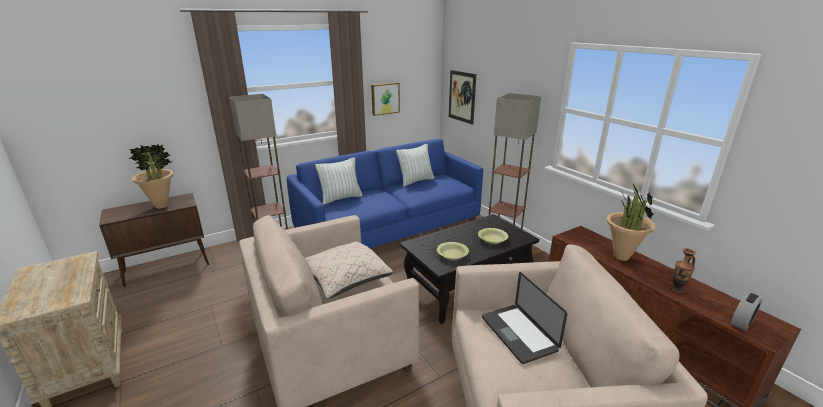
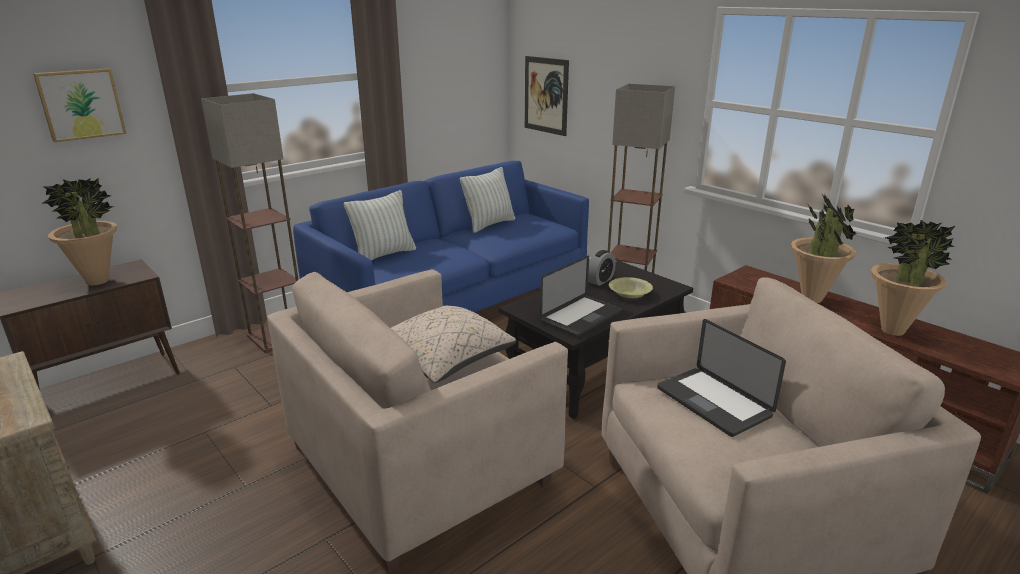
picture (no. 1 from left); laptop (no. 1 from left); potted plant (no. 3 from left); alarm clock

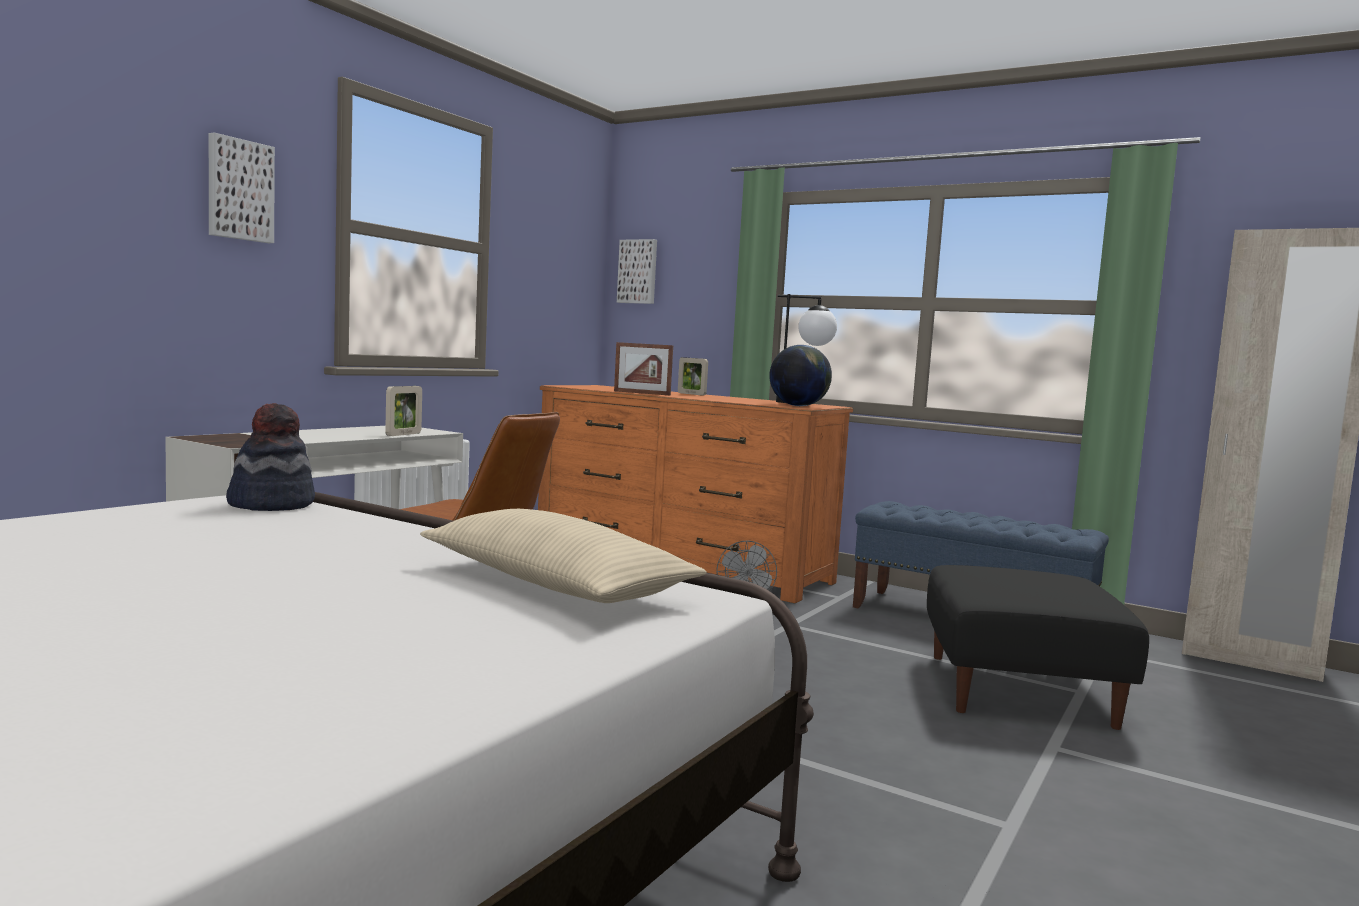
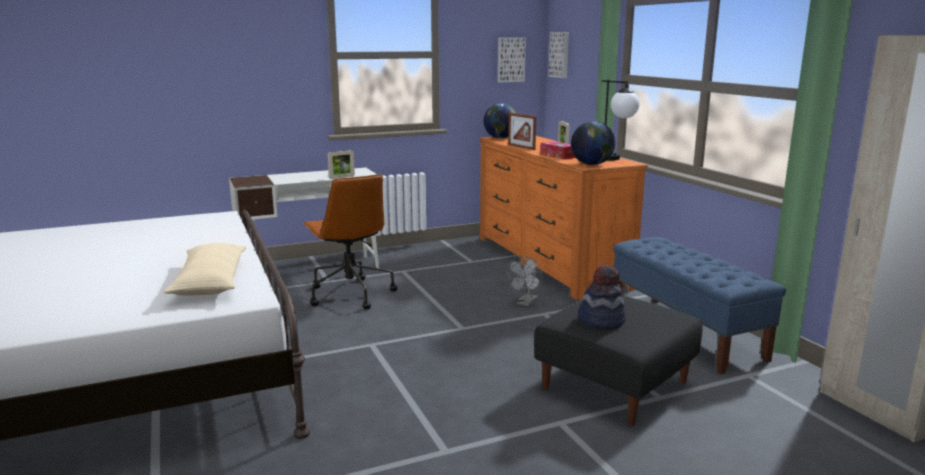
picture (no. 1 from left); hat; globe (no. 1 from left); tissue box

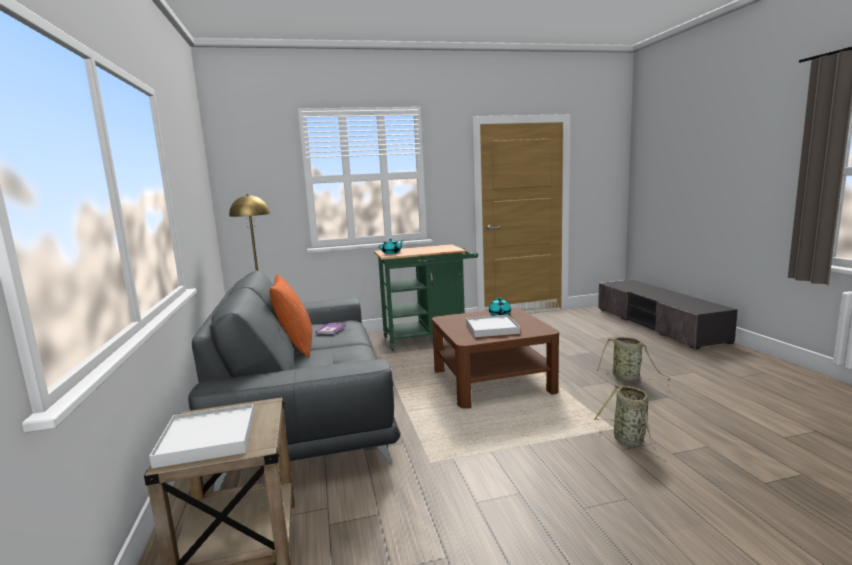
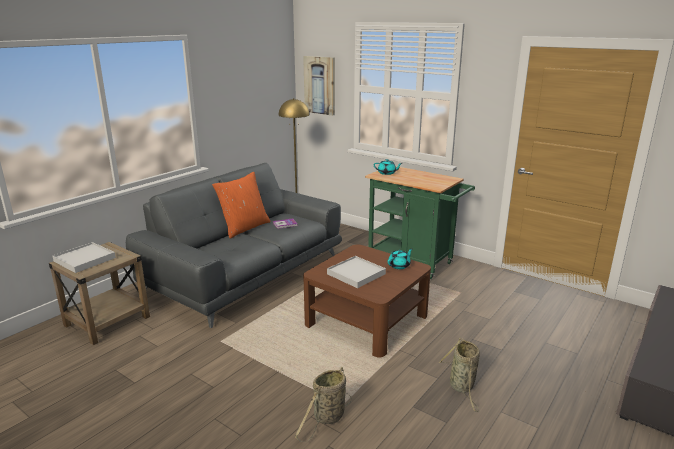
picture

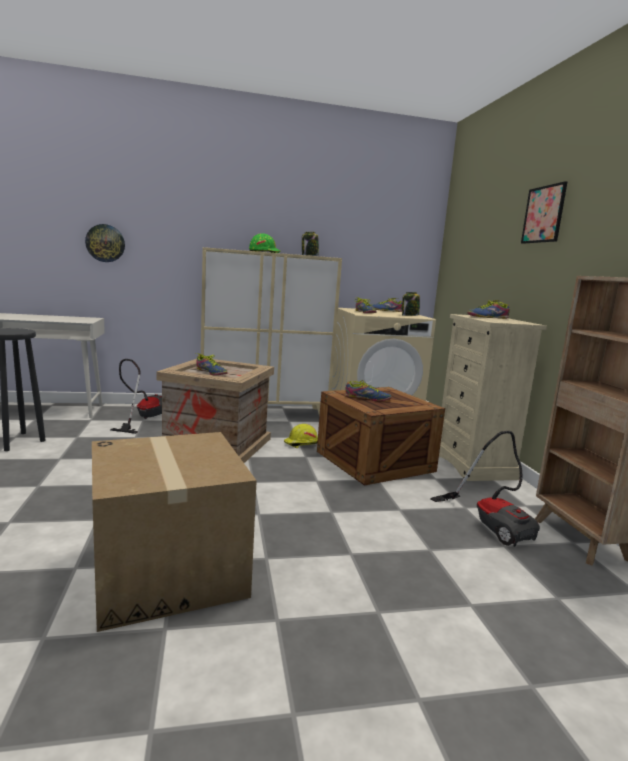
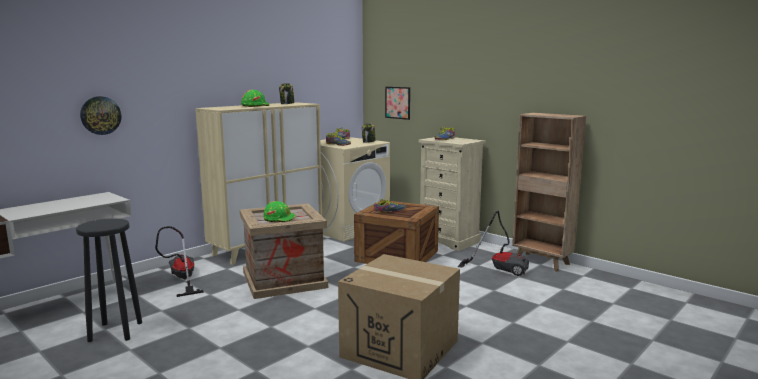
picture; hard hat in green (no. 2 from left); hard hat in yellow

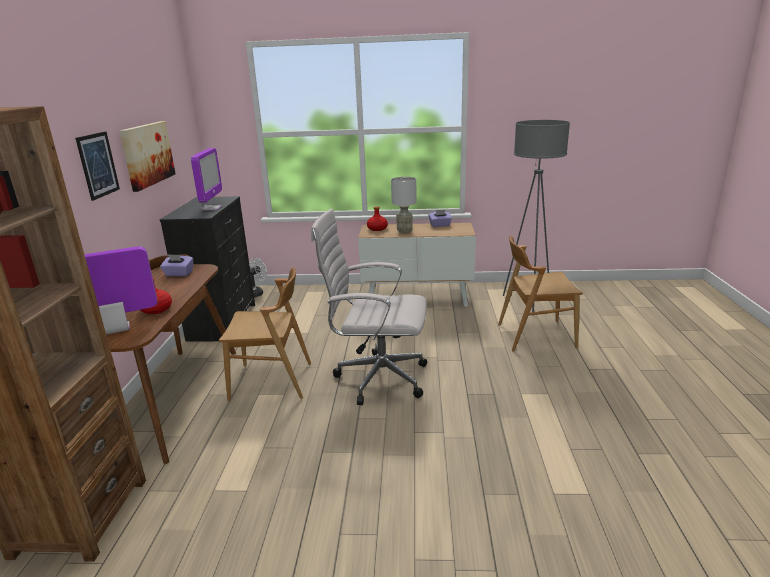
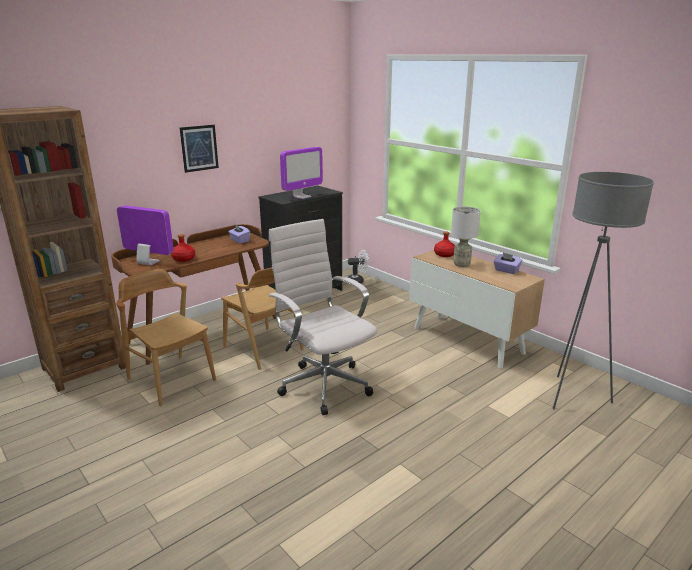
picture (no. 2 from left in the first image); chair in brown (no. 1 from left)

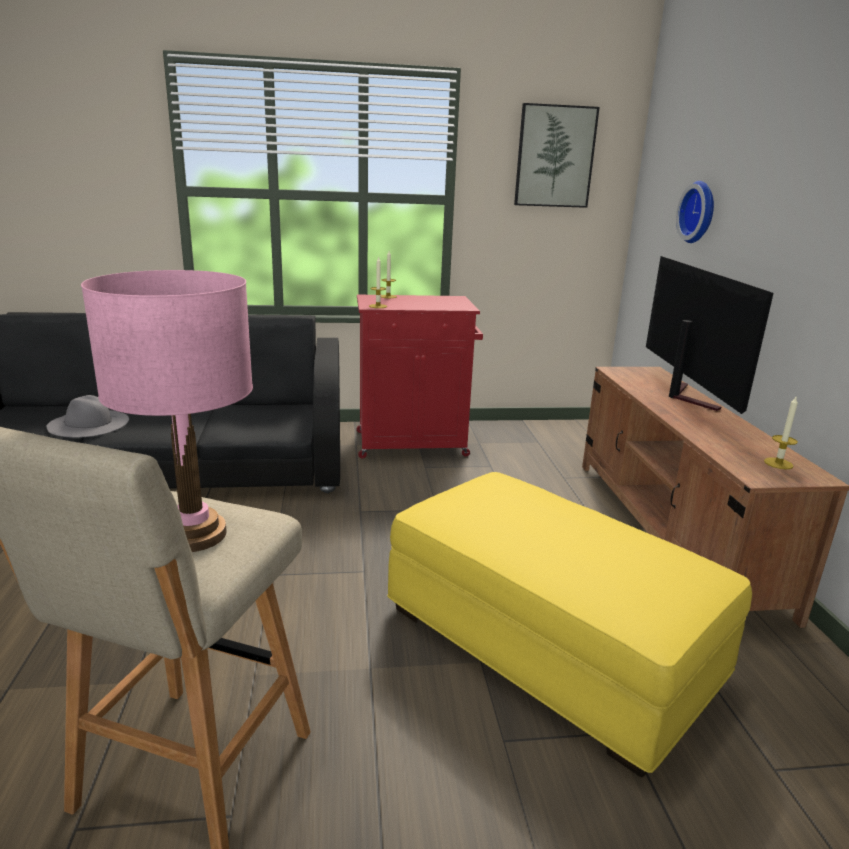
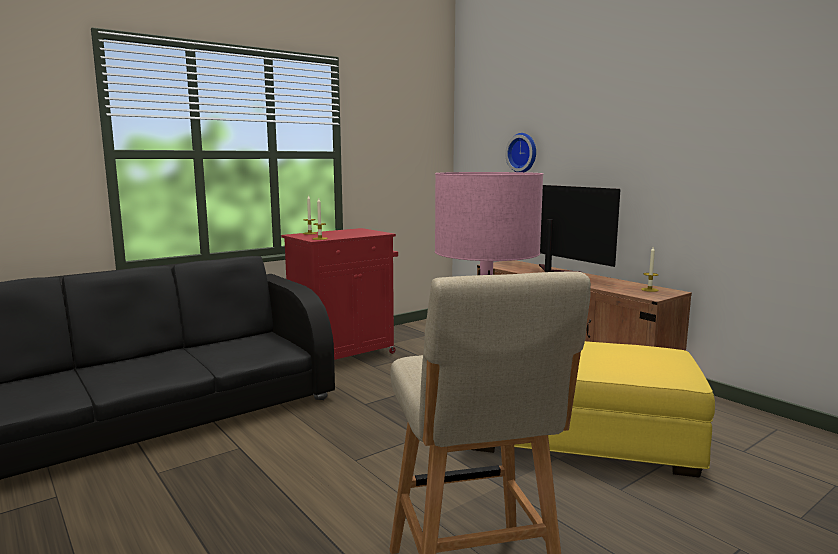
picture; hat in grey

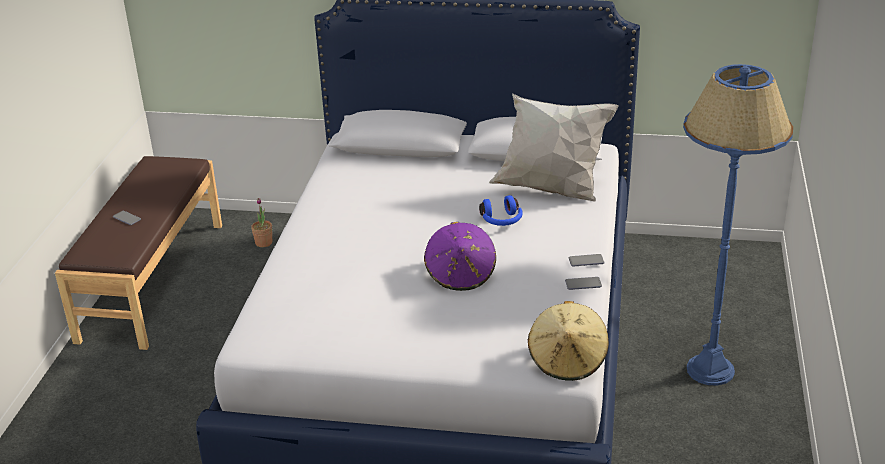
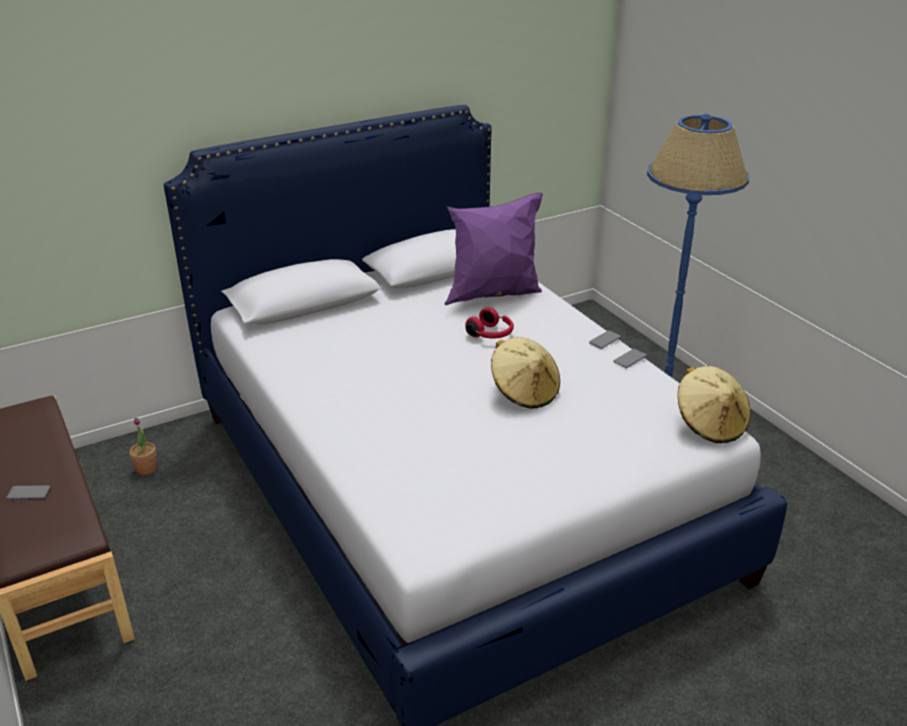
pillow in purple; headphones in red; hat in beige (no. 1 from left)

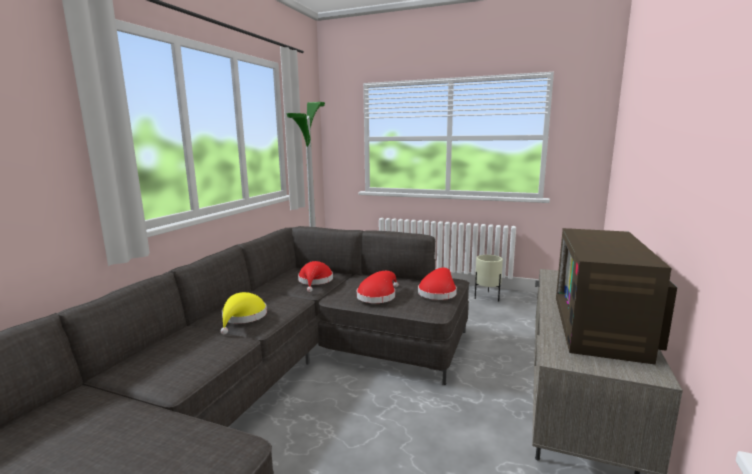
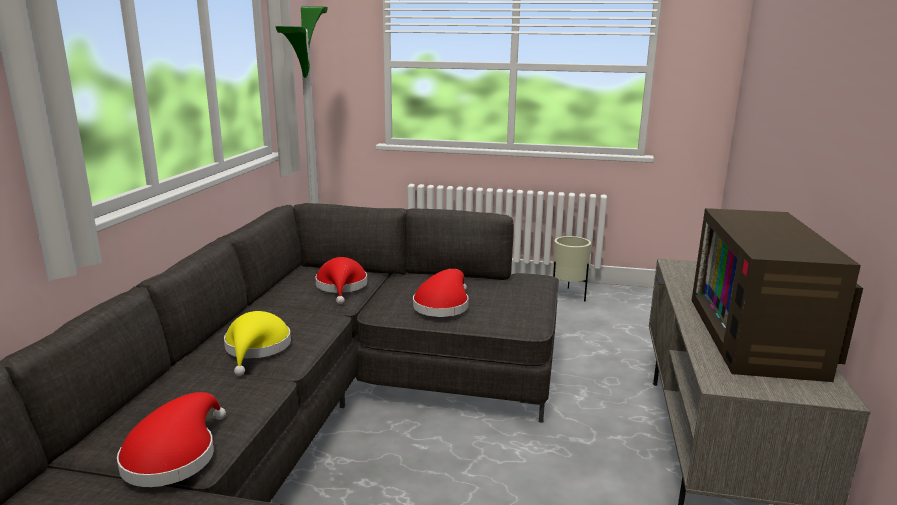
hat in red (no. 1 from left)

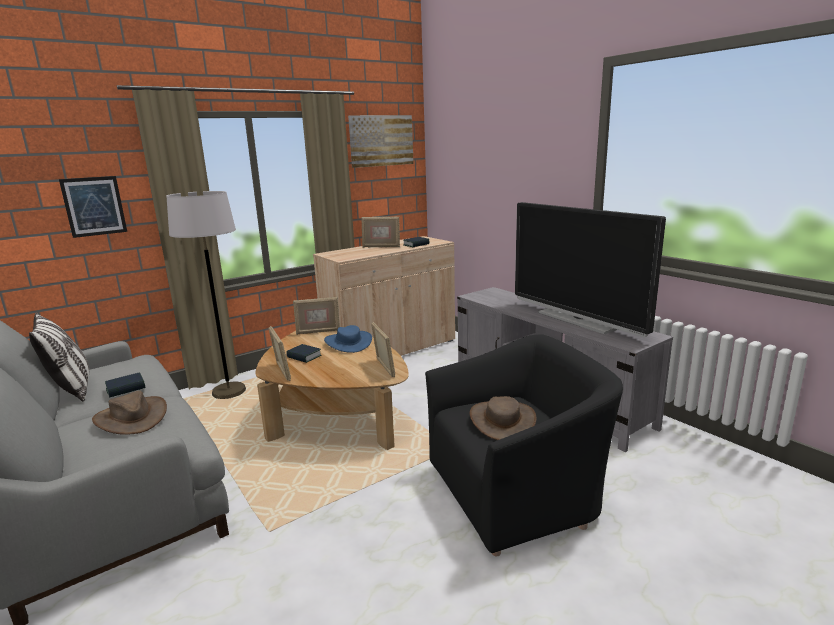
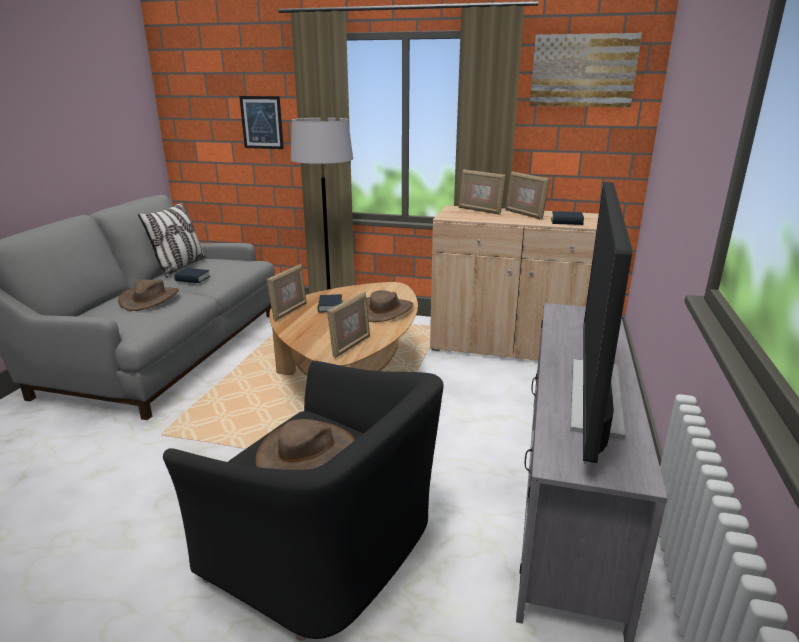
picture frame (no. 3 from left); hat in brown (no. 3 from left)

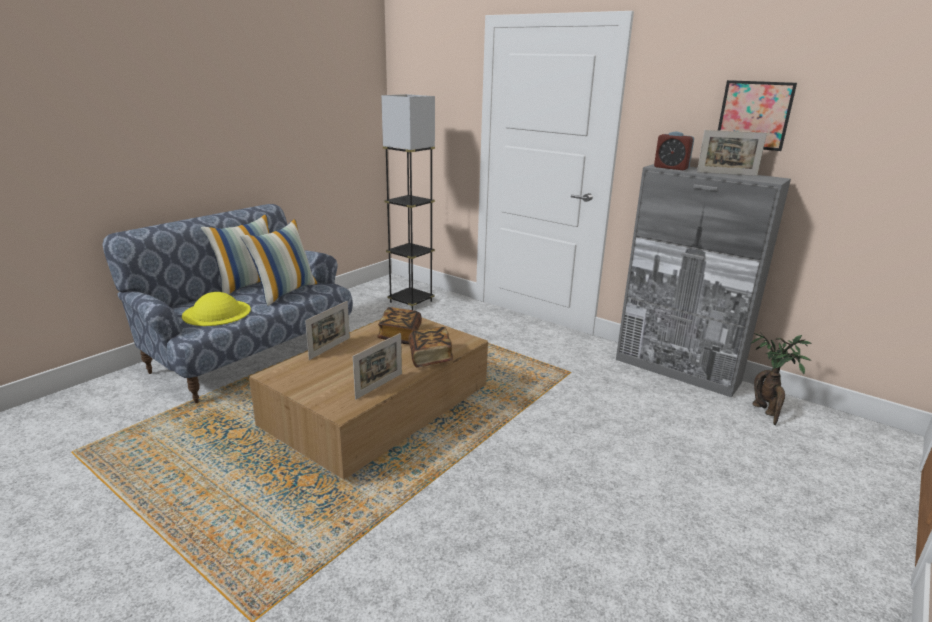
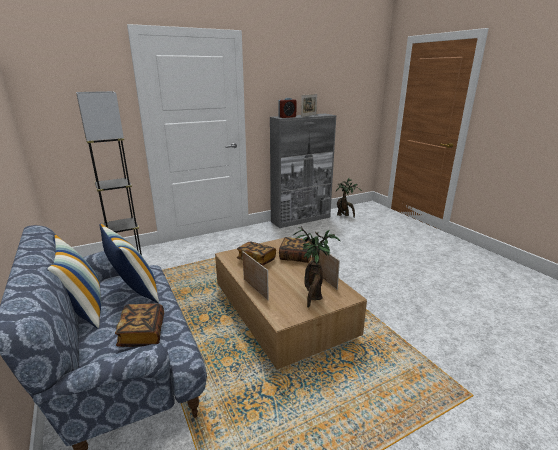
picture; book (no. 1 from left); potted plant (no. 1 from left)

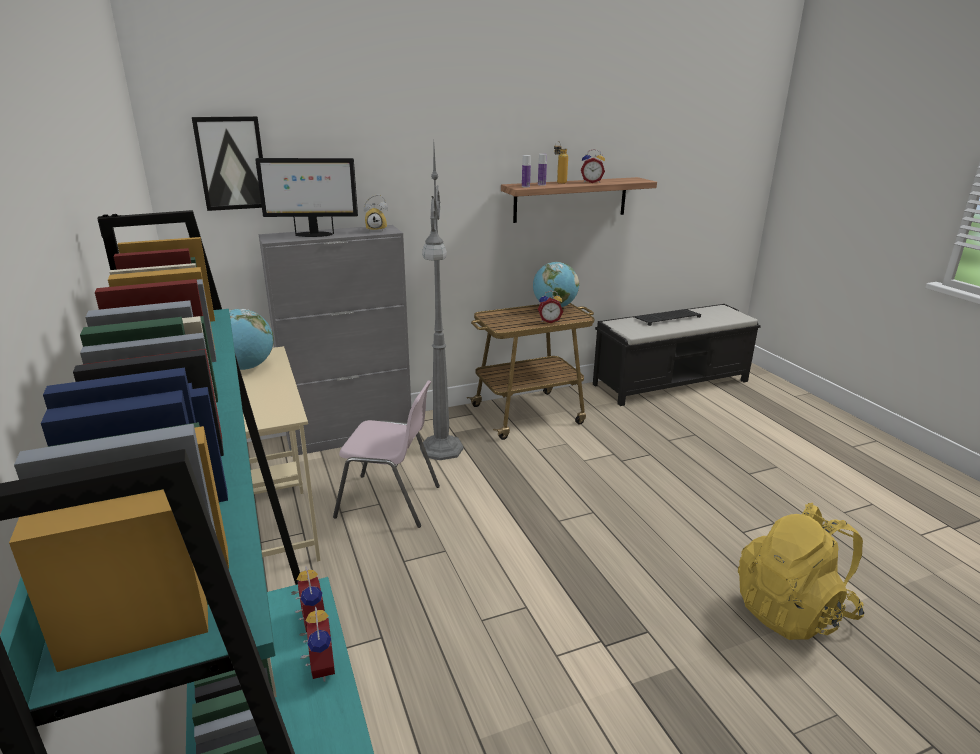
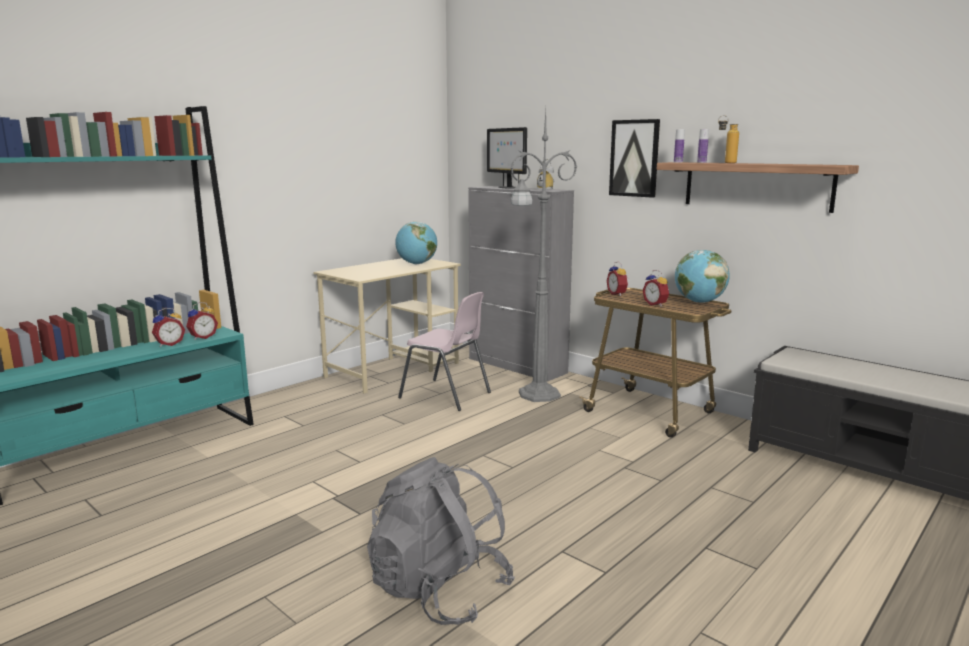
picture; alarm clock (no. 4 from left); keyboard; chair in pink; backpack in grey

